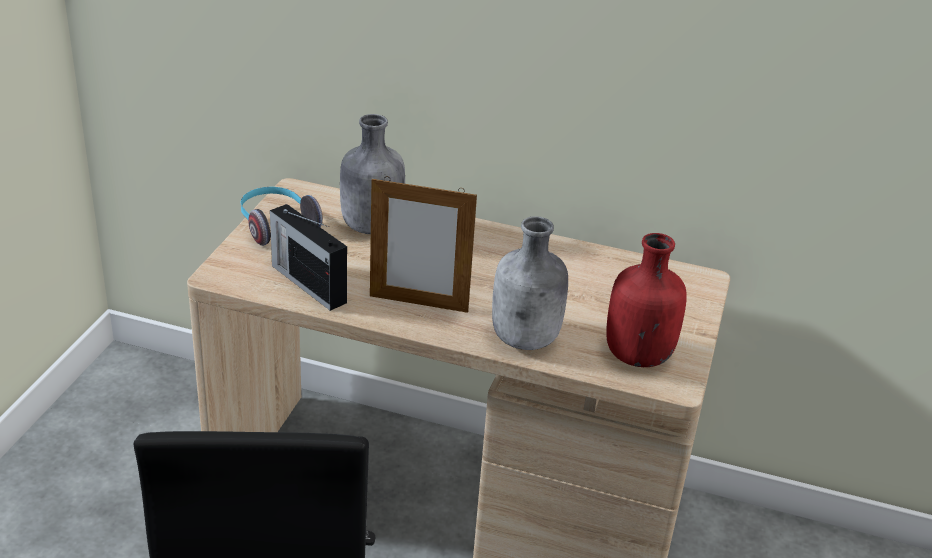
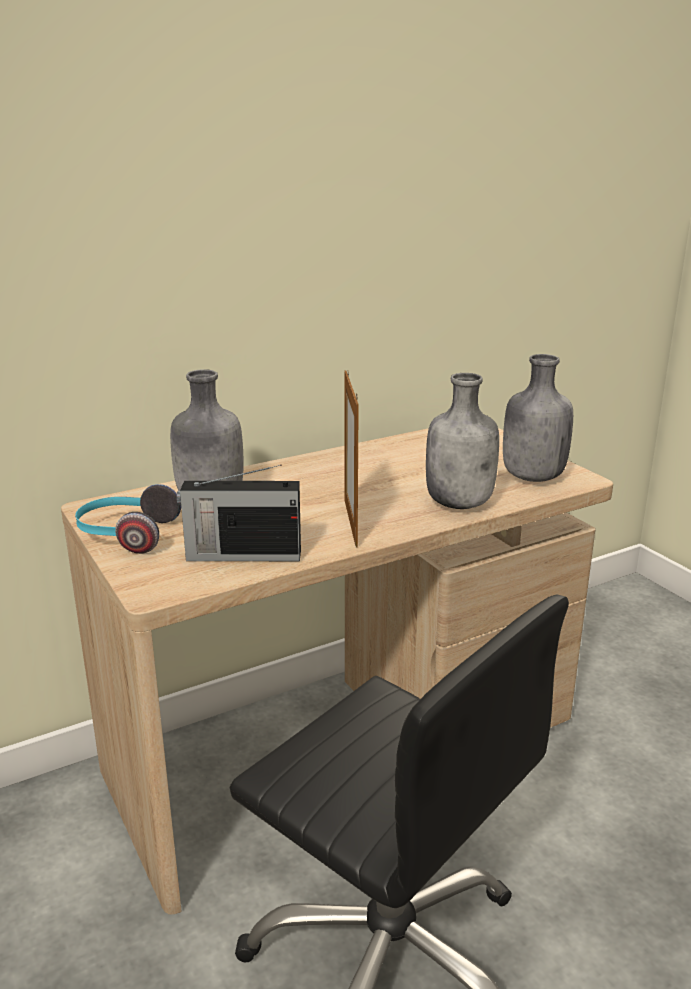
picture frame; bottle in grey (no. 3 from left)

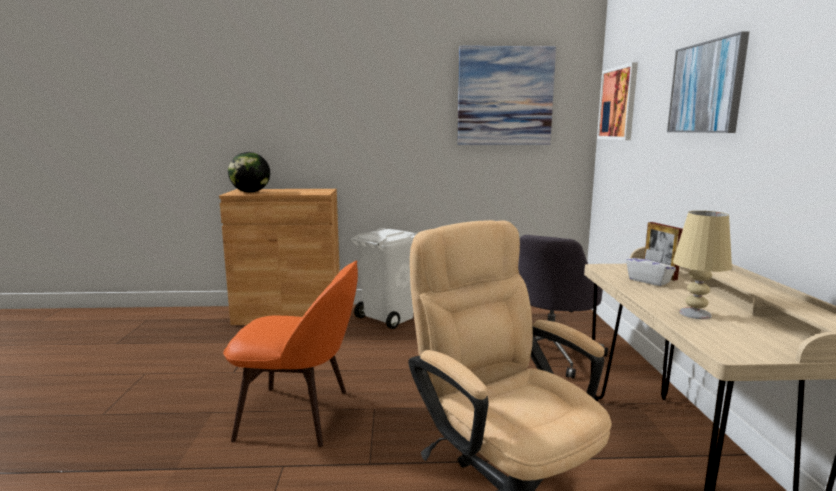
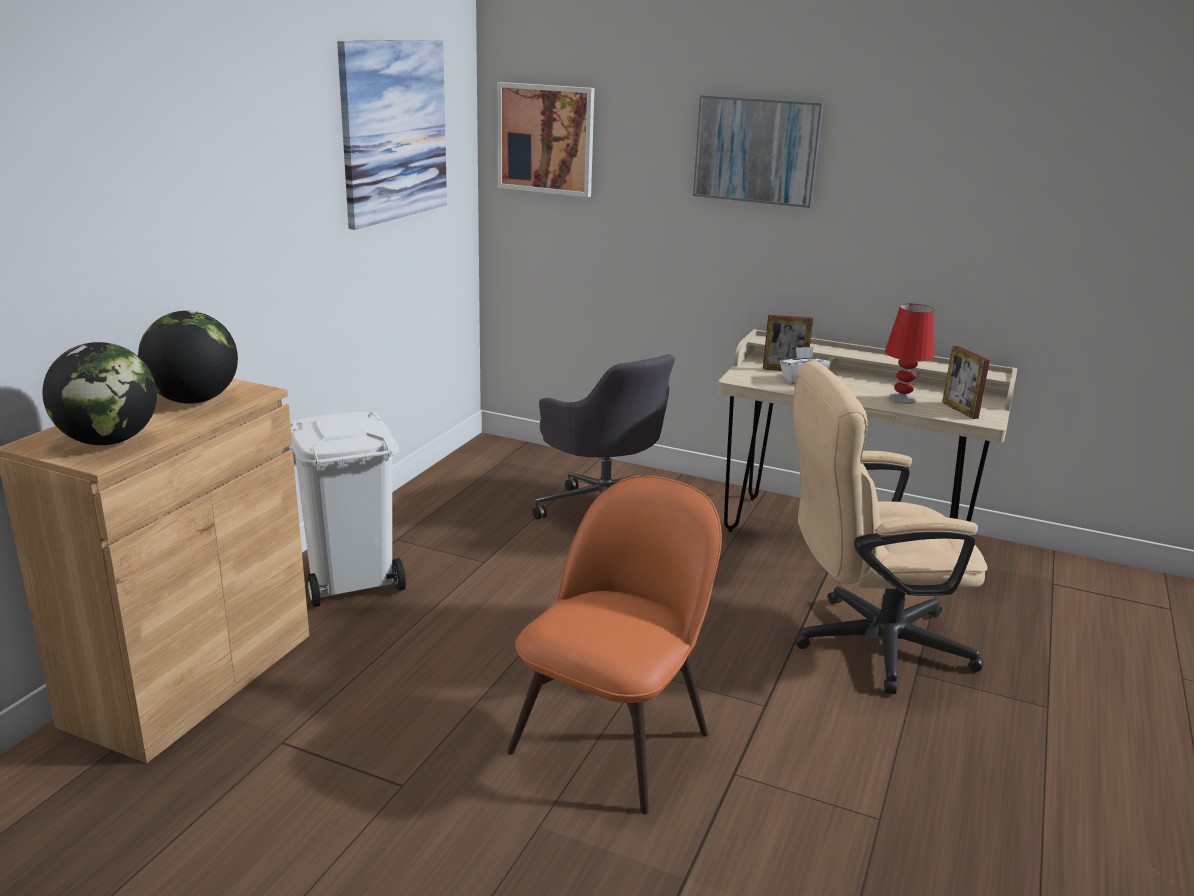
table lamp in red; globe (no. 2 from left); picture frame (no. 2 from left)

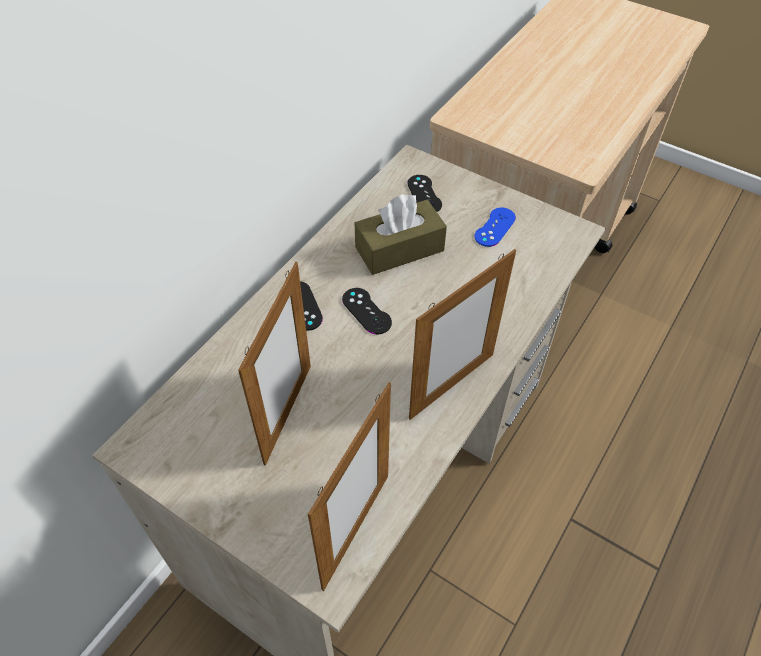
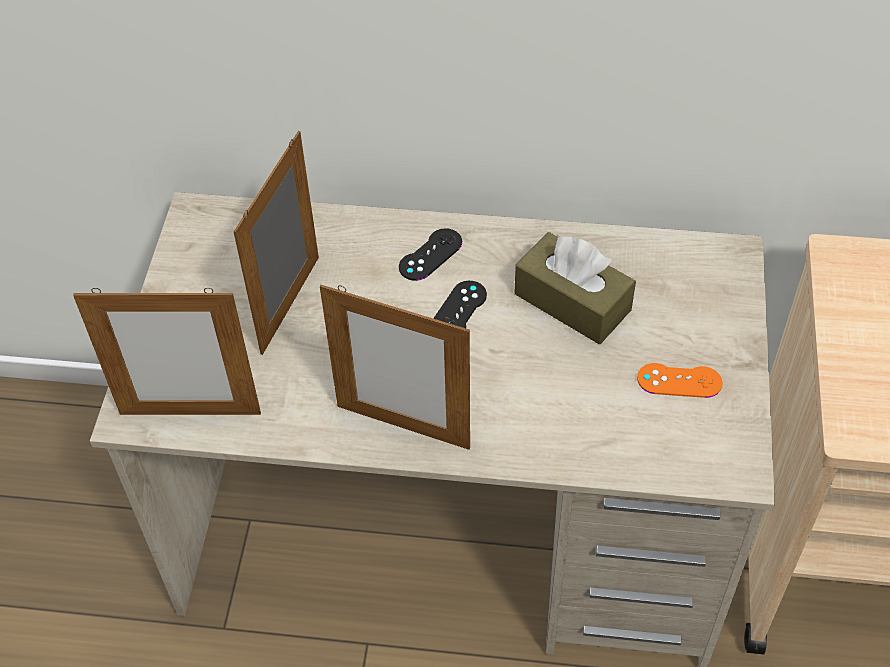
game controller in black (no. 3 from left in the first image); game controller in orange; picture frame (no. 2 from left)

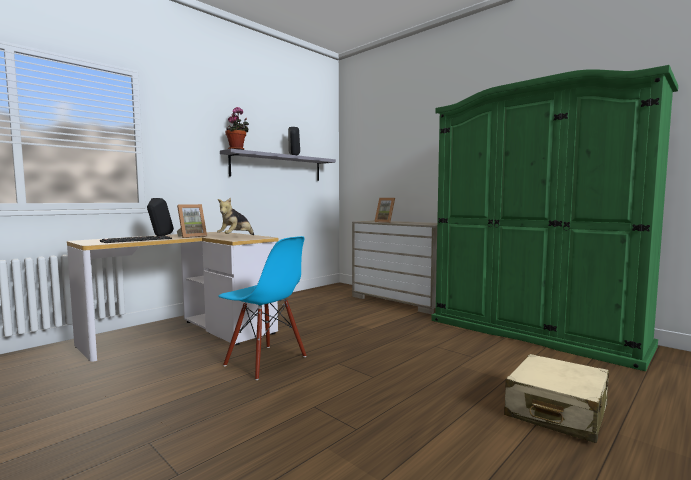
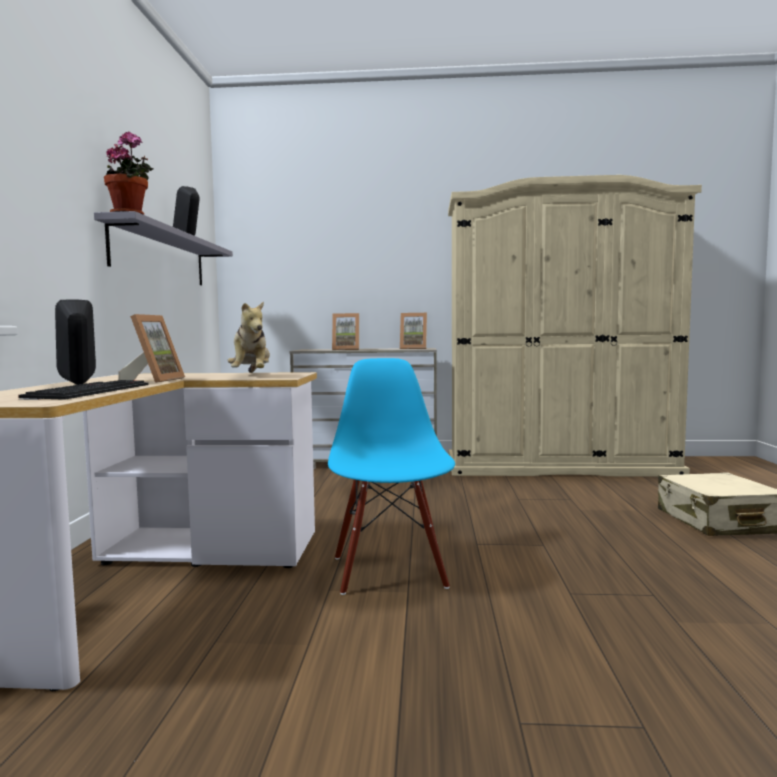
wardrobe in beige; chair in blue; picture frame (no. 3 from left)

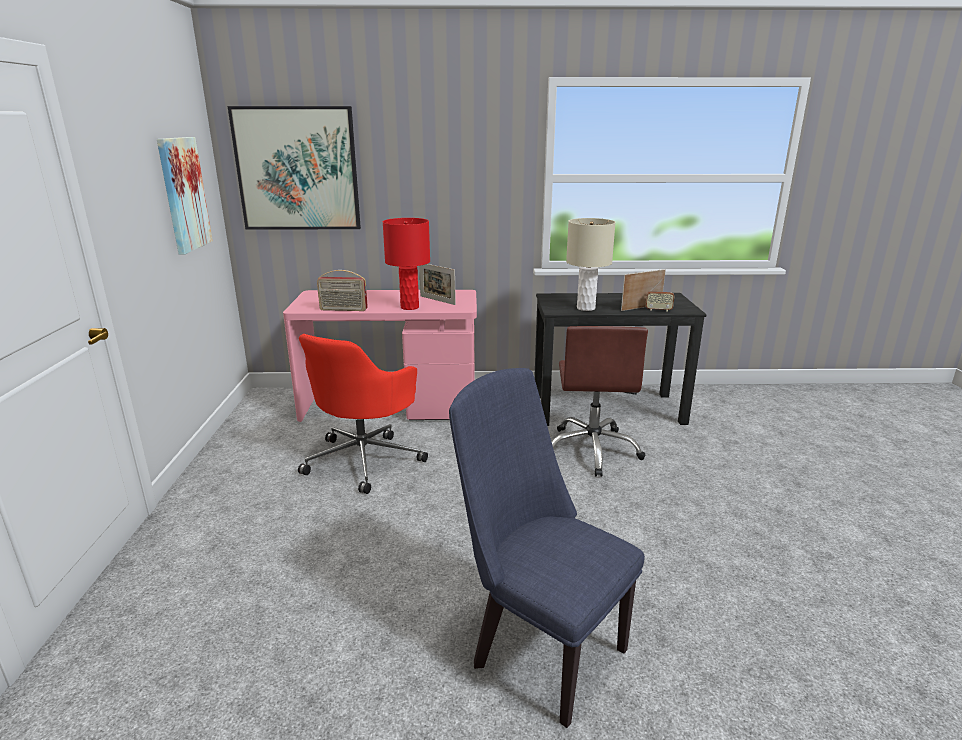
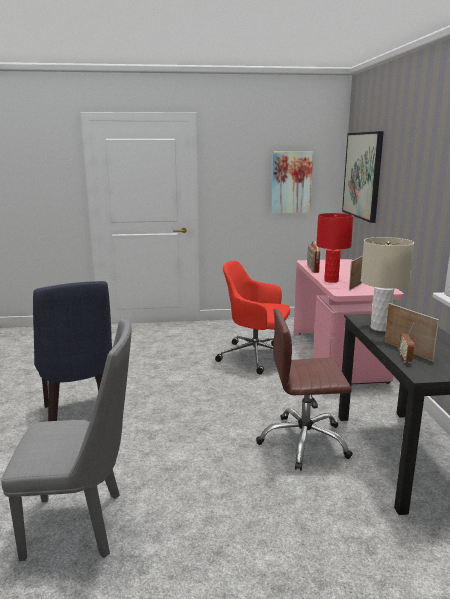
chair in blue; chair in grey

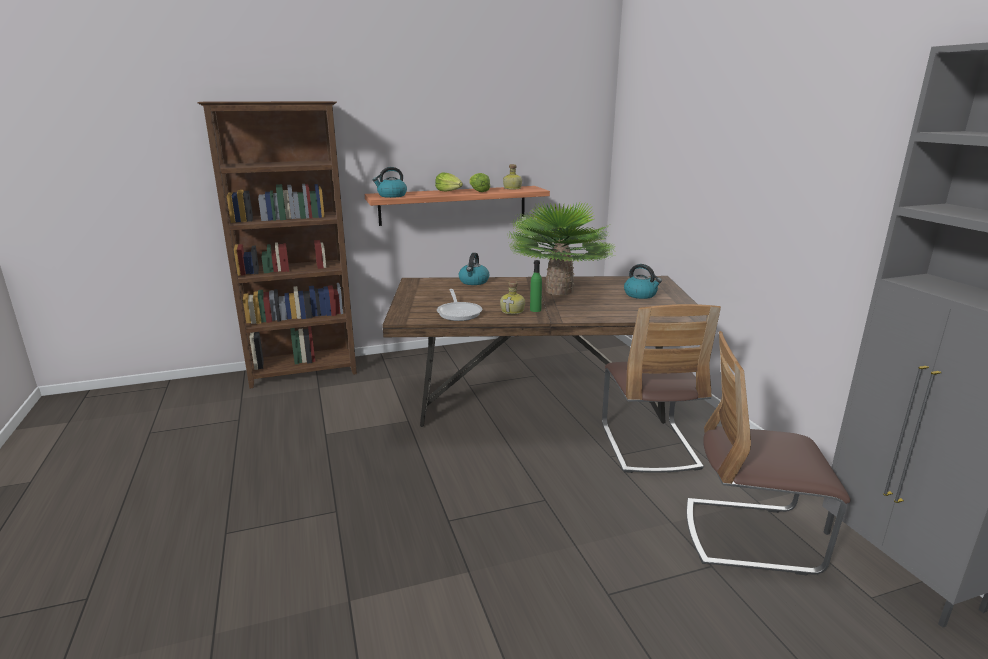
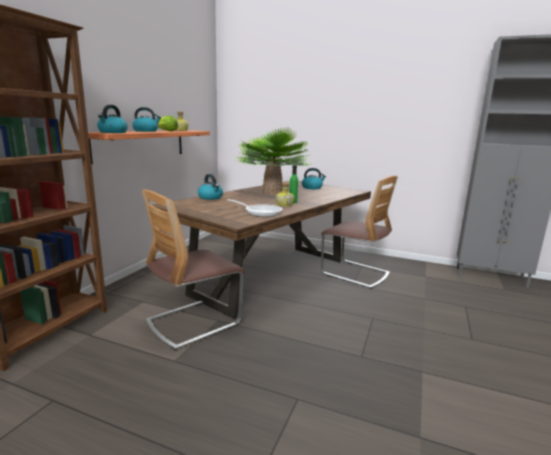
kettle (no. 2 from left); chair (no. 1 from left)

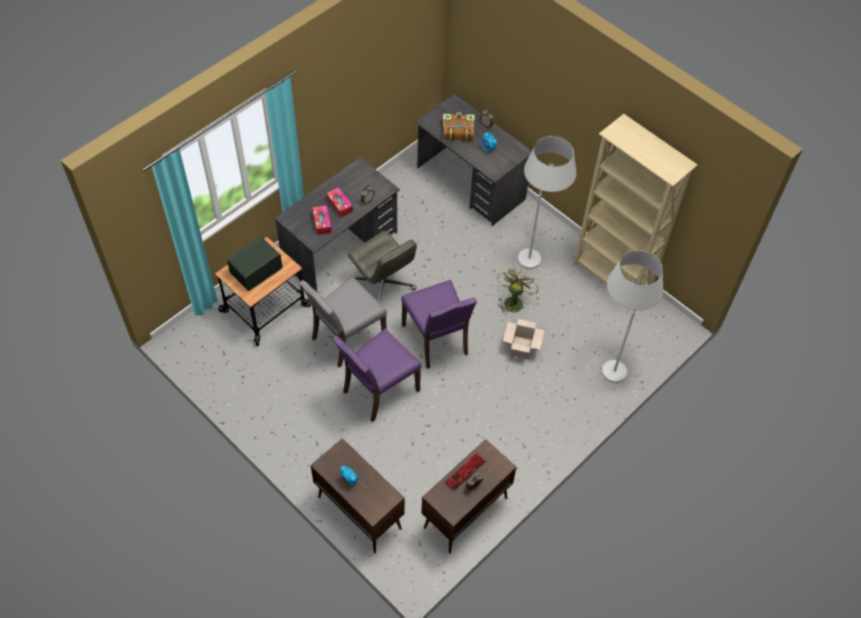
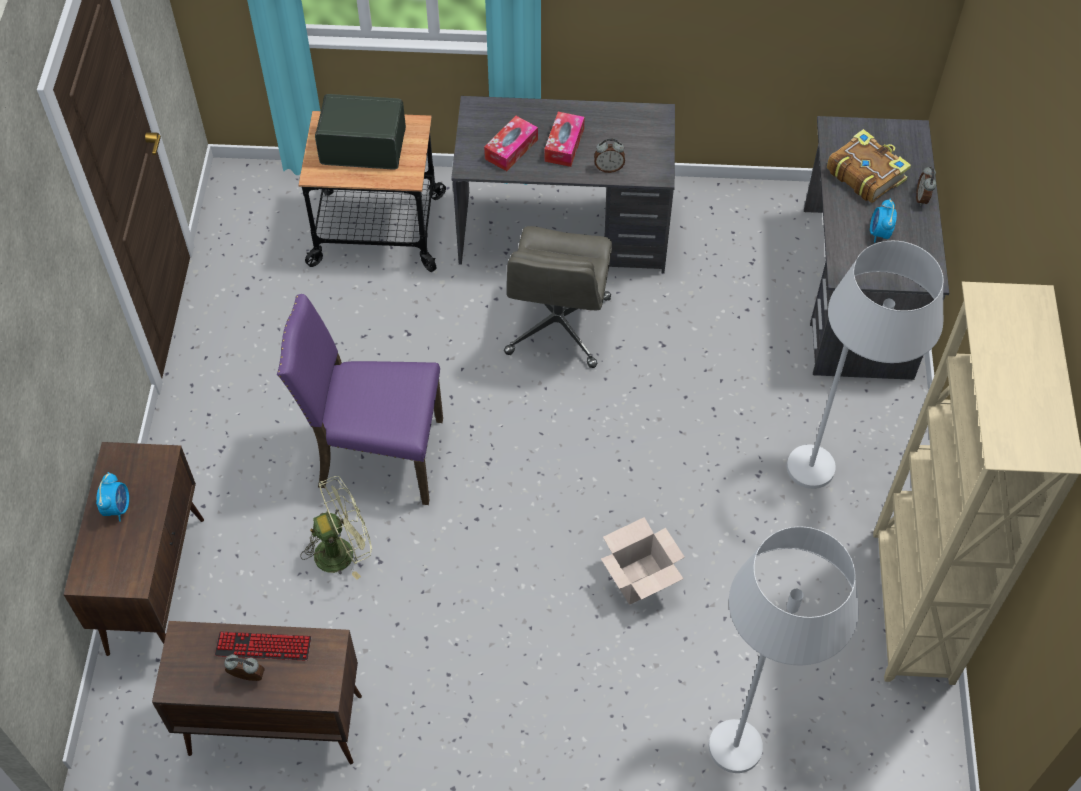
fan in green; chair in grey; chair in purple (no. 2 from left in the first image)

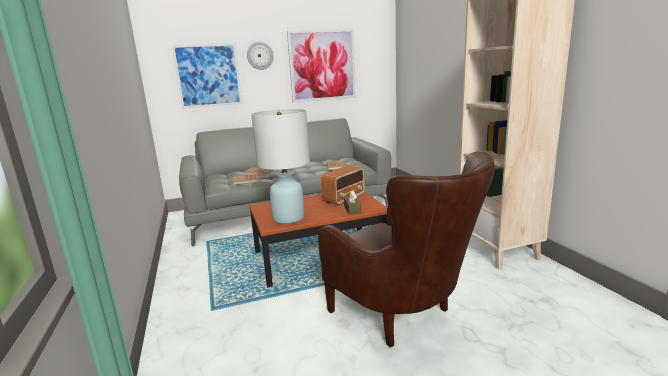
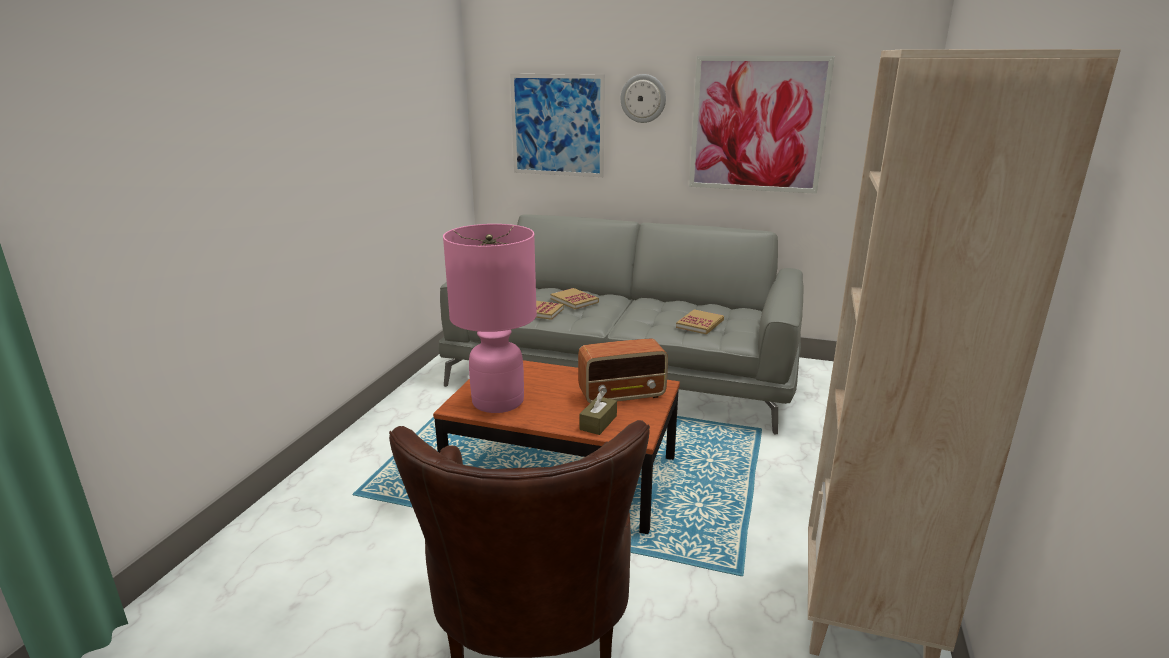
table lamp in pink

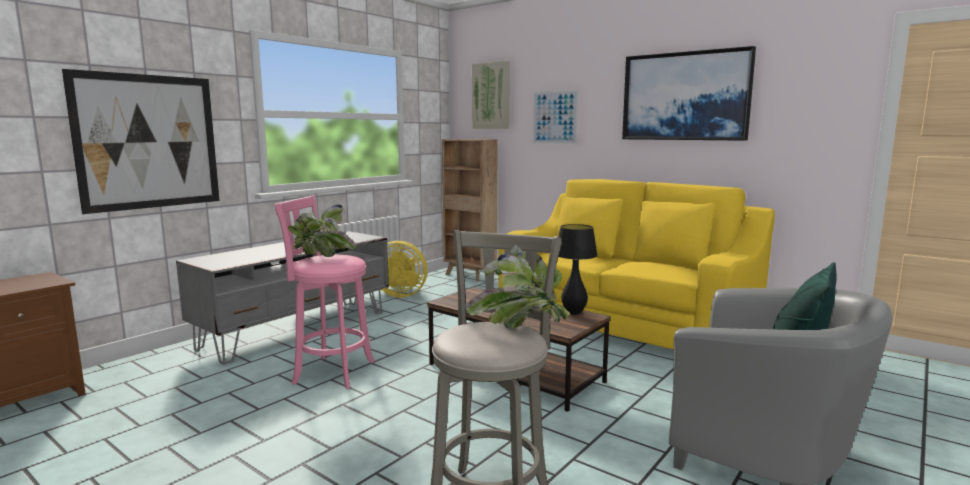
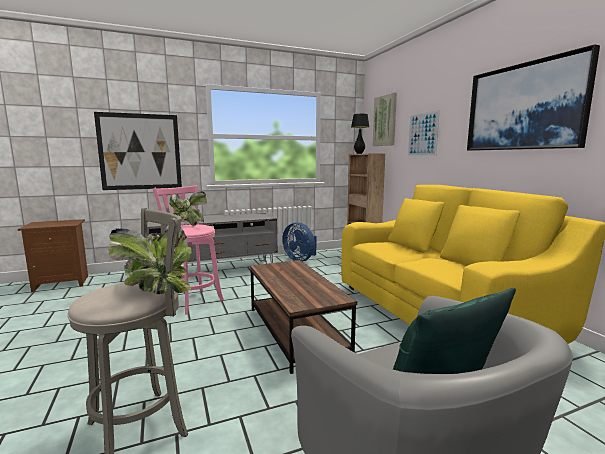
table lamp in black; fan in blue

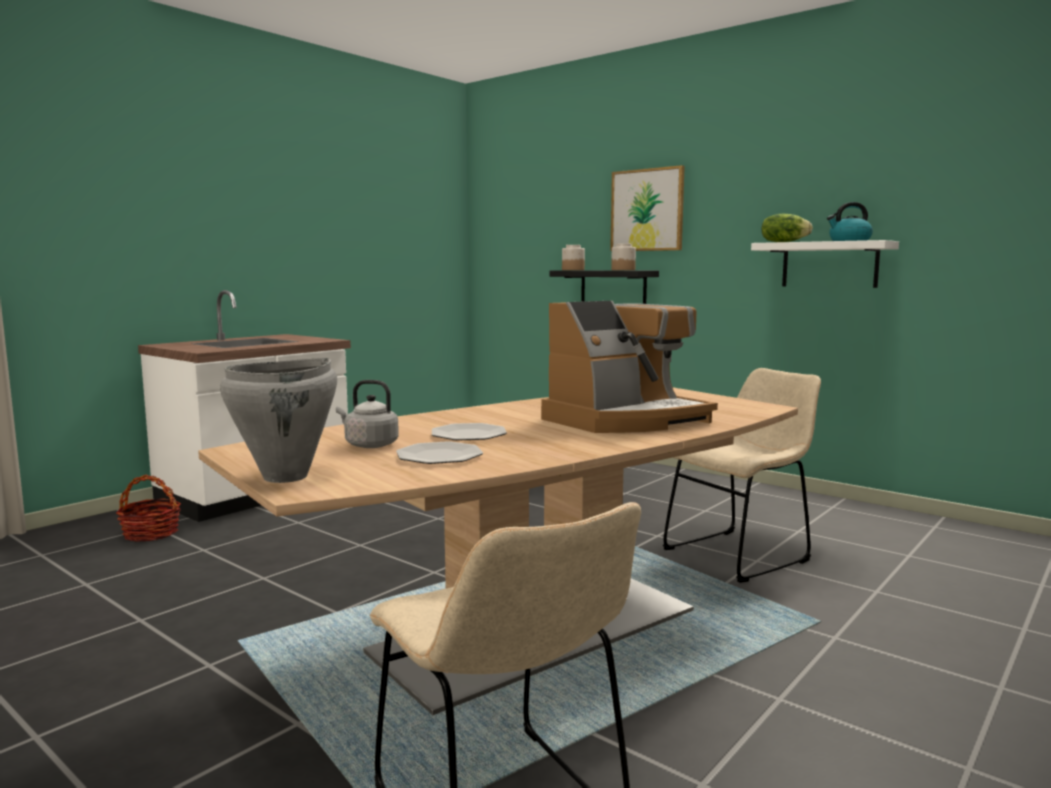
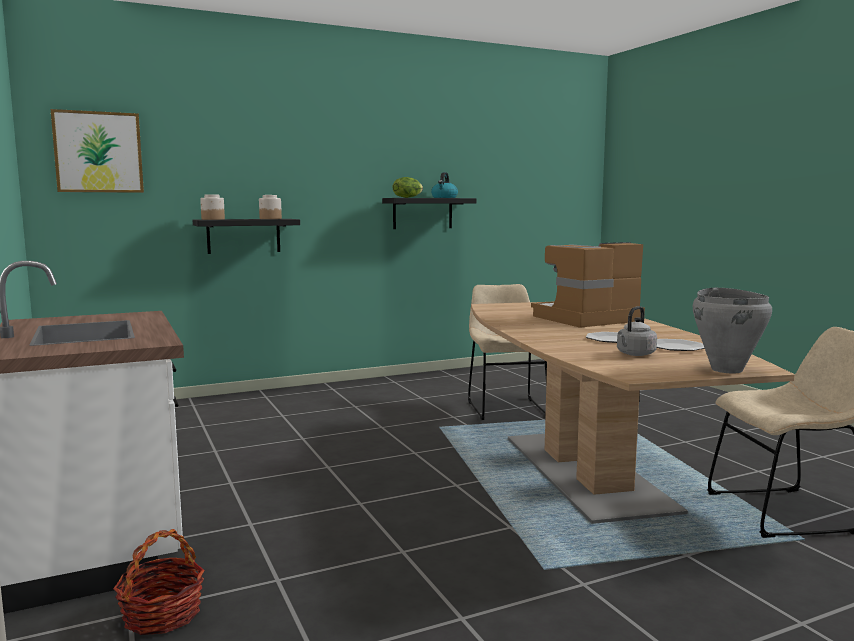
picture; shelf in black (no. 2 from left); coffee machine

